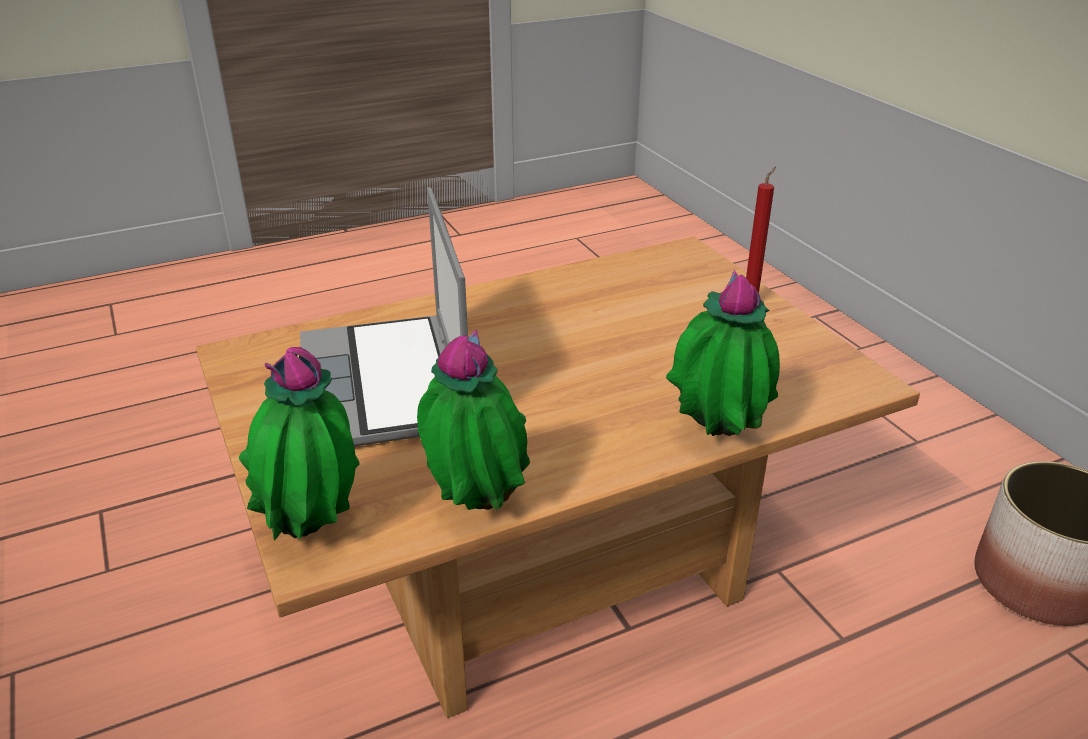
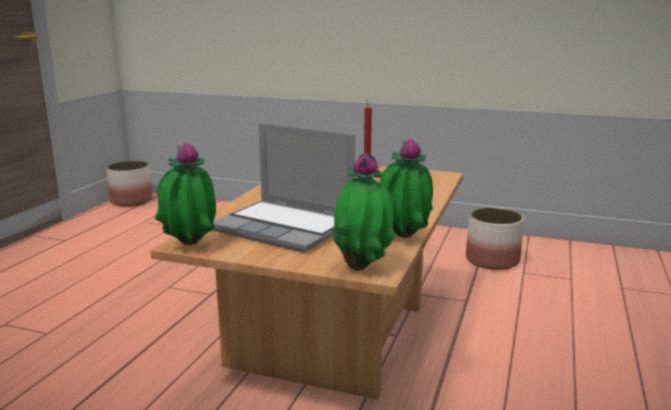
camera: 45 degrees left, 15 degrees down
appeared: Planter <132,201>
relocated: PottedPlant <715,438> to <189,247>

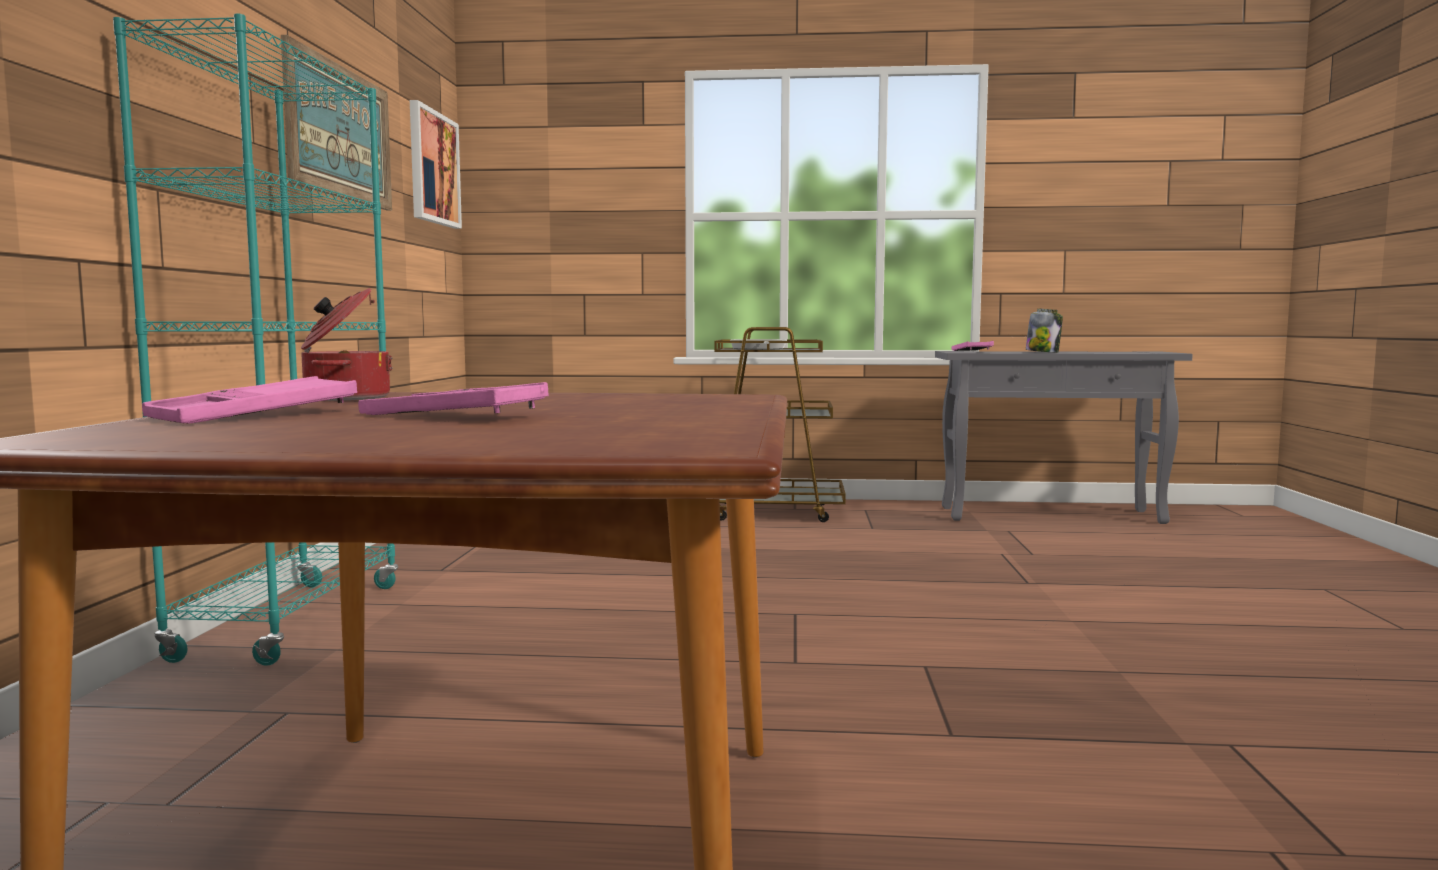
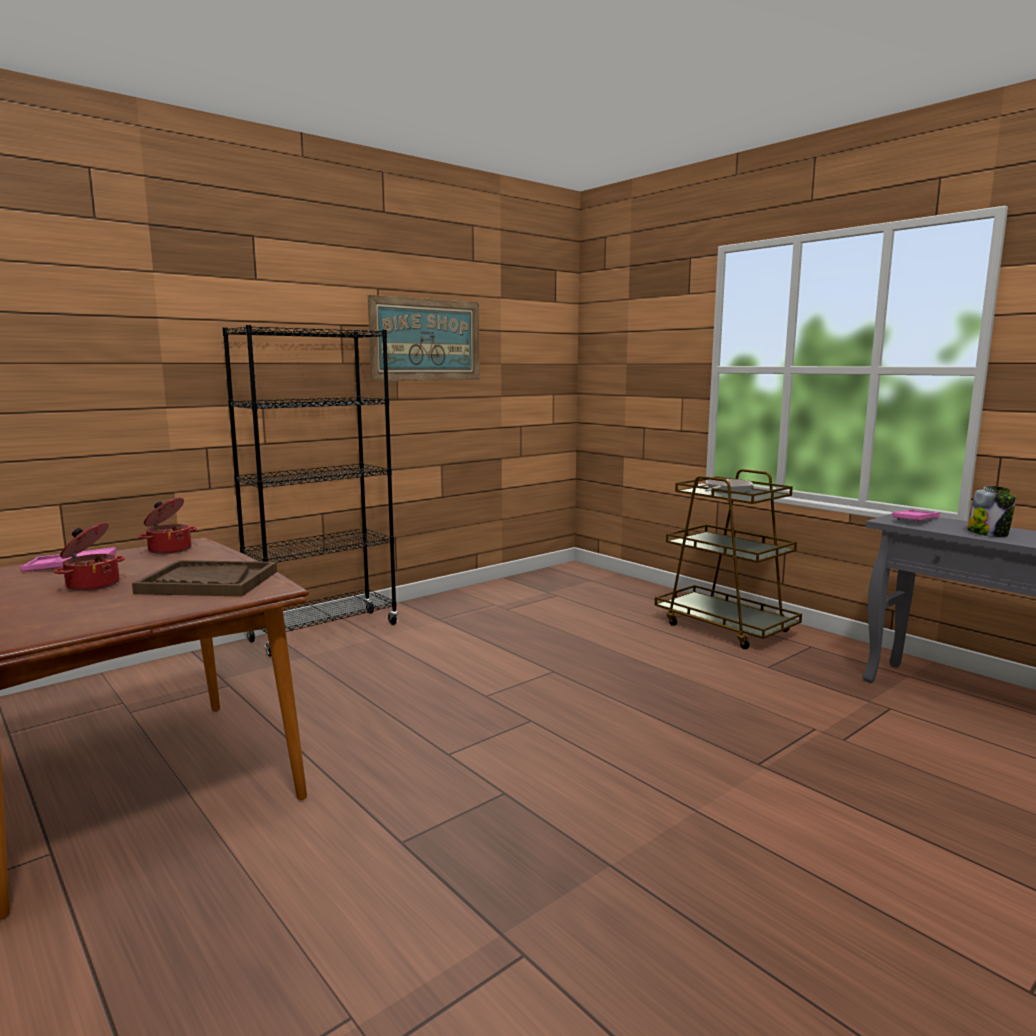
camera: 45 degrees right, 5 degrees up
missing: Picture <433,168>
appeared: BrownTray <208,582>
exchanged: PinkTray <453,415> to CookingPot <92,585>
colour: TurquoiseBookcase <292,620> to BlackBookcase <324,632>

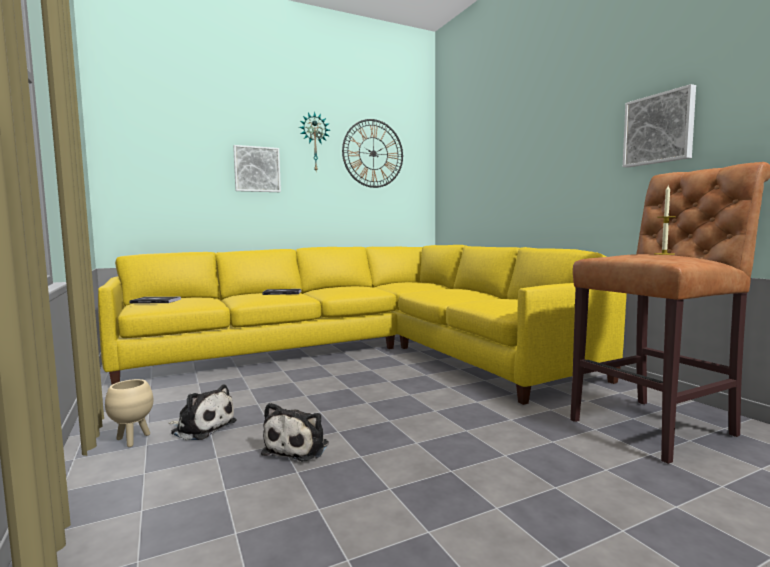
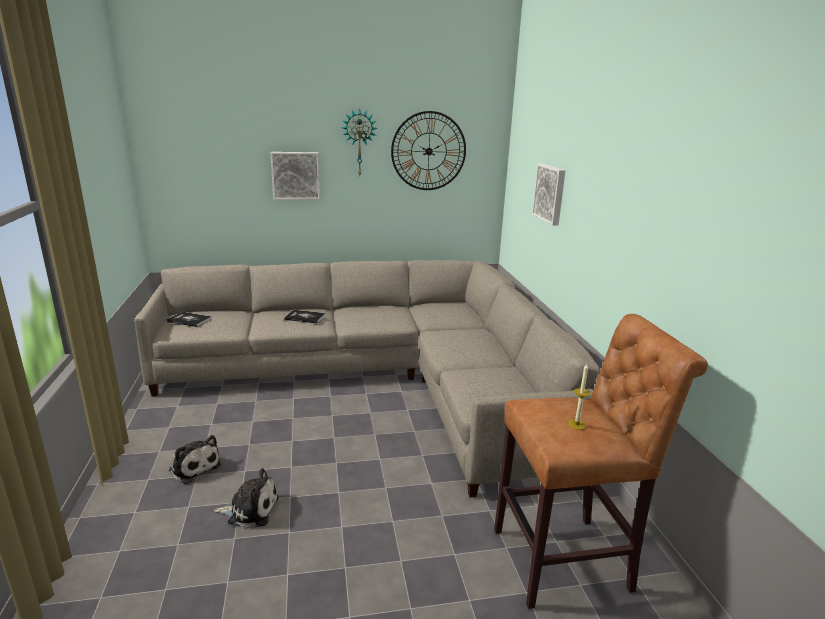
camera: 15 degrees right, 15 degrees up
missing: BeigePlanter <132,440>
relocated: Picture <659,129> to <550,193>
colour: YellowSofa <365,352> to GreySofa <382,381>
spun: PlushToy <299,447> = <250,510> 120 degrees counterclockwise

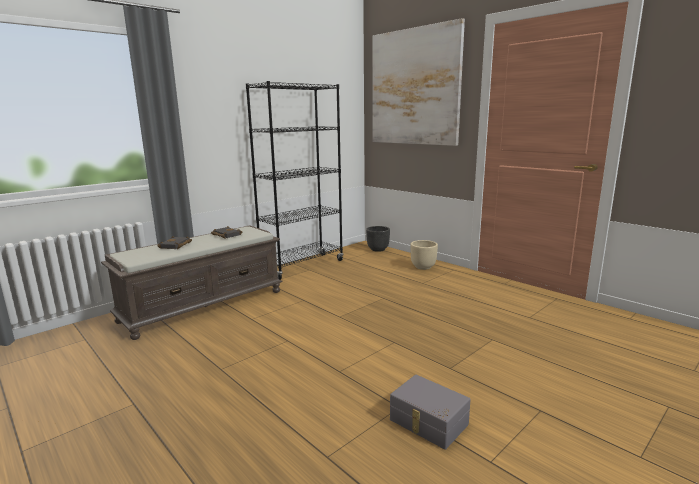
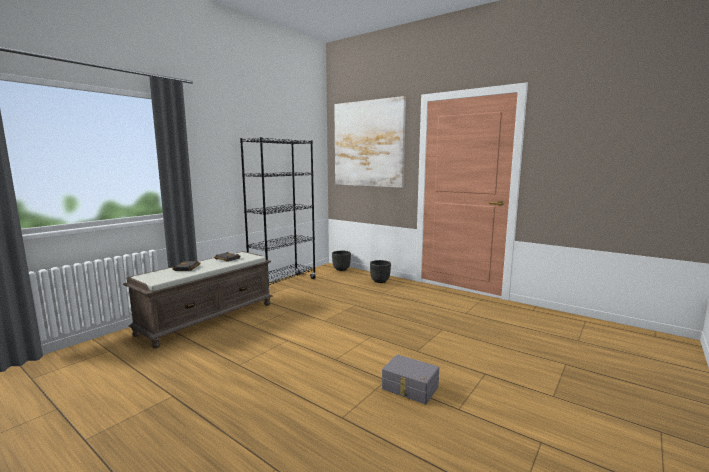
camera: 10 degrees left, 5 degrees down
colour: BeigePlanter <423,267> to BlackPlanter <380,281>

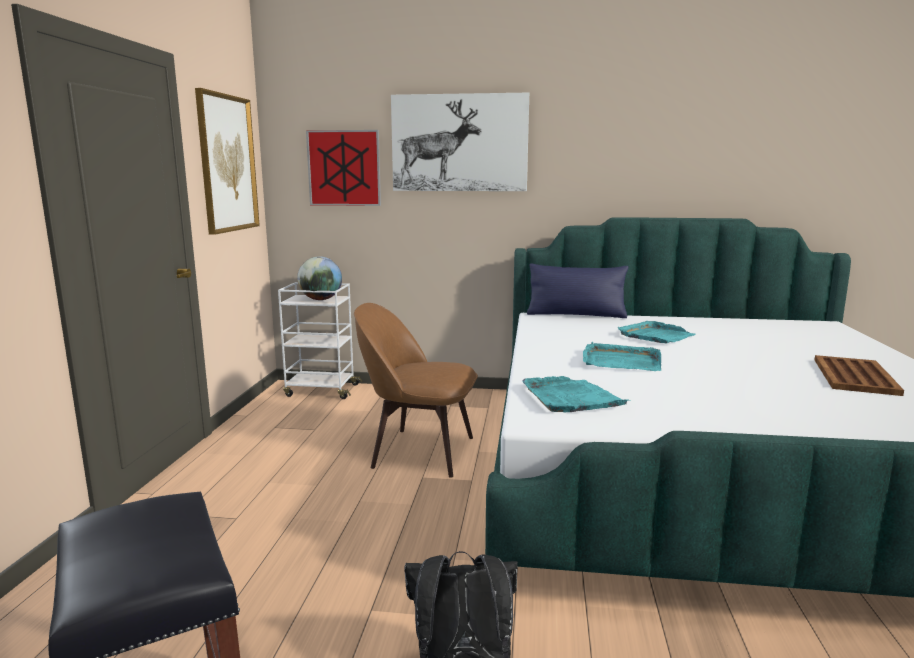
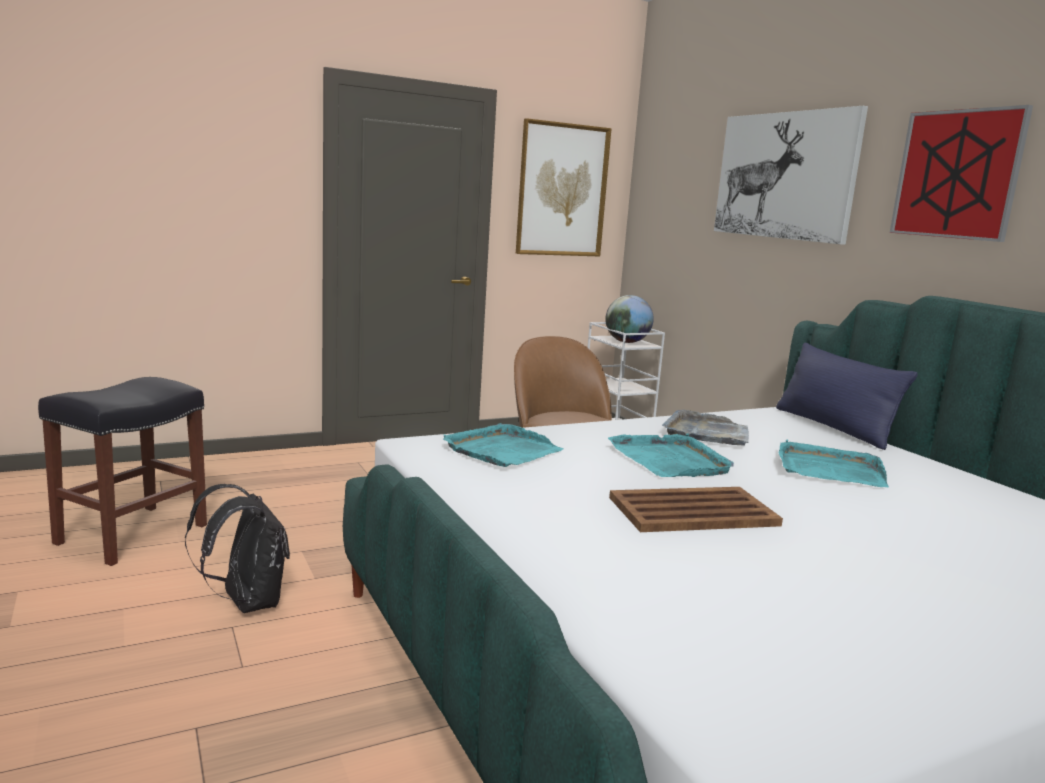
camera: 55 degrees right, 0 degrees up
appeared: GreyTray <707,433>
relocated: Picture <344,168> to <957,174>; BrownTray <854,376> to <691,511>

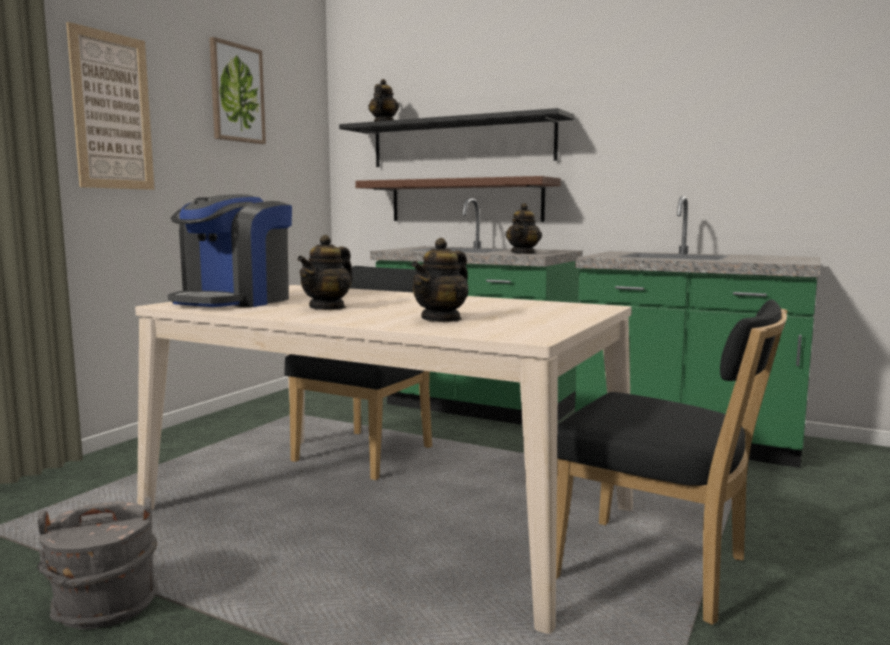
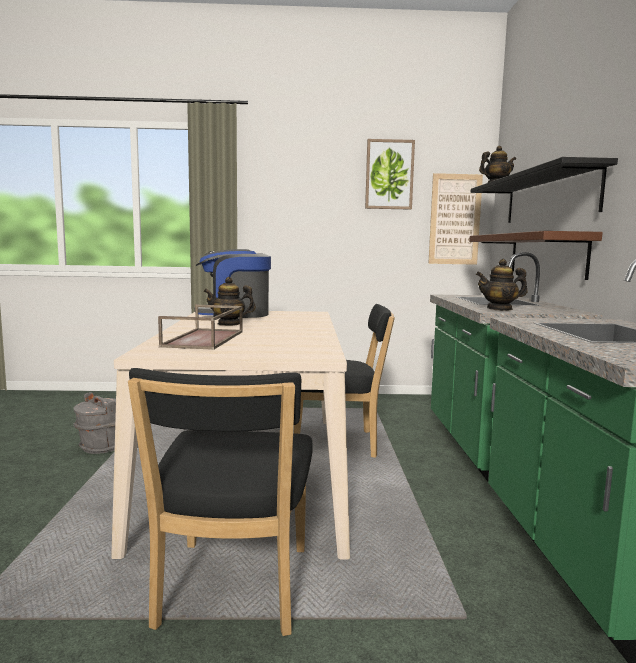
camera: 60 degrees right, 0 degrees up
relocated: Picture <112,111> to <455,219>
exchanged: Teapot <441,319> to BrownTray <205,339>

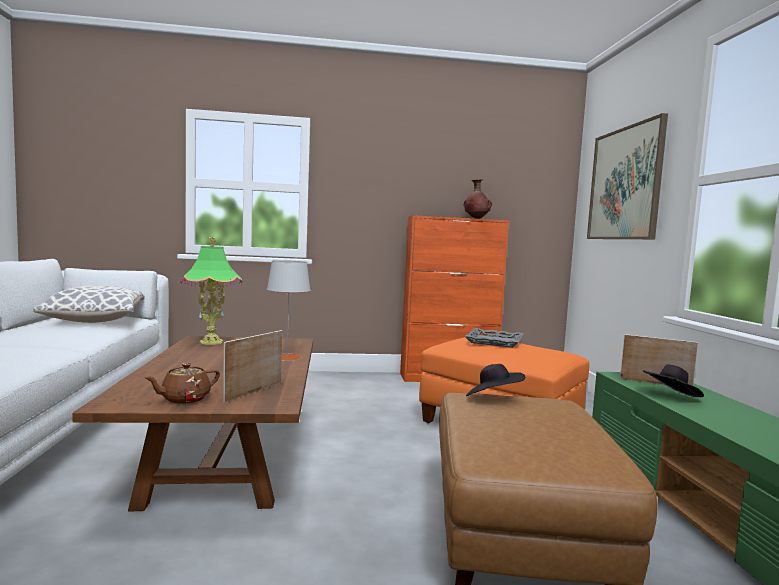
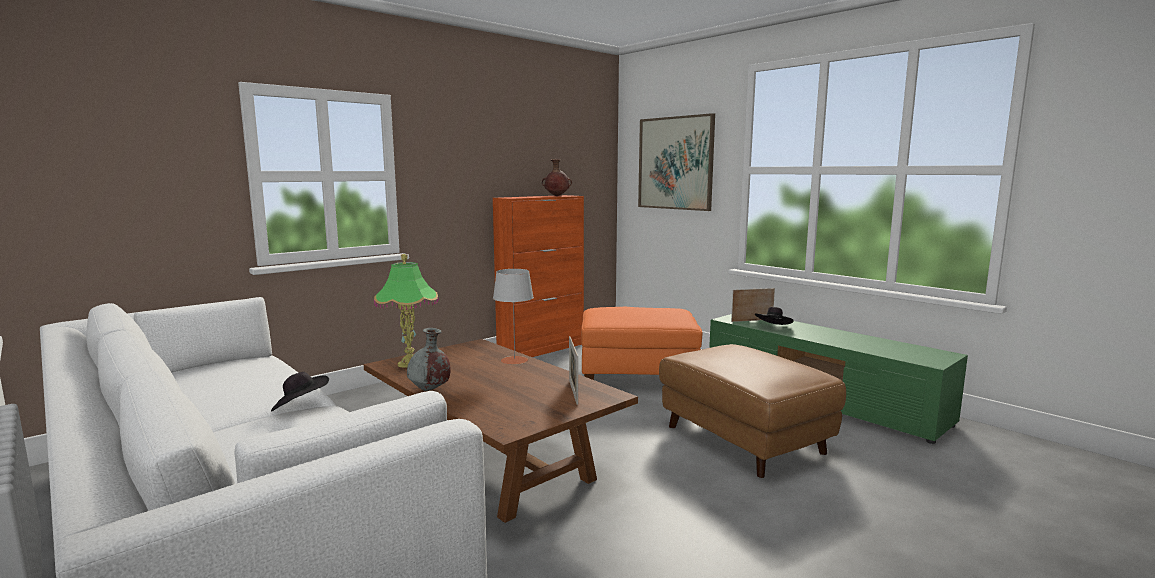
camera: 35 degrees left, 5 degrees up
missing: Pillow <95,321>; BrownTeapot <184,399>; GreyTray <494,341>
appeared: GreyVase <430,390>
relocated: BlackHat <493,398> to <300,406>

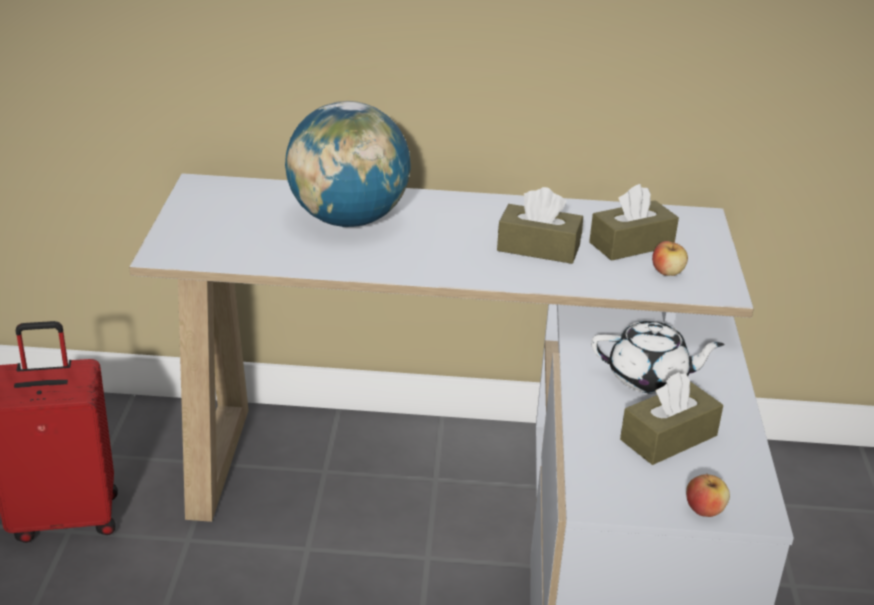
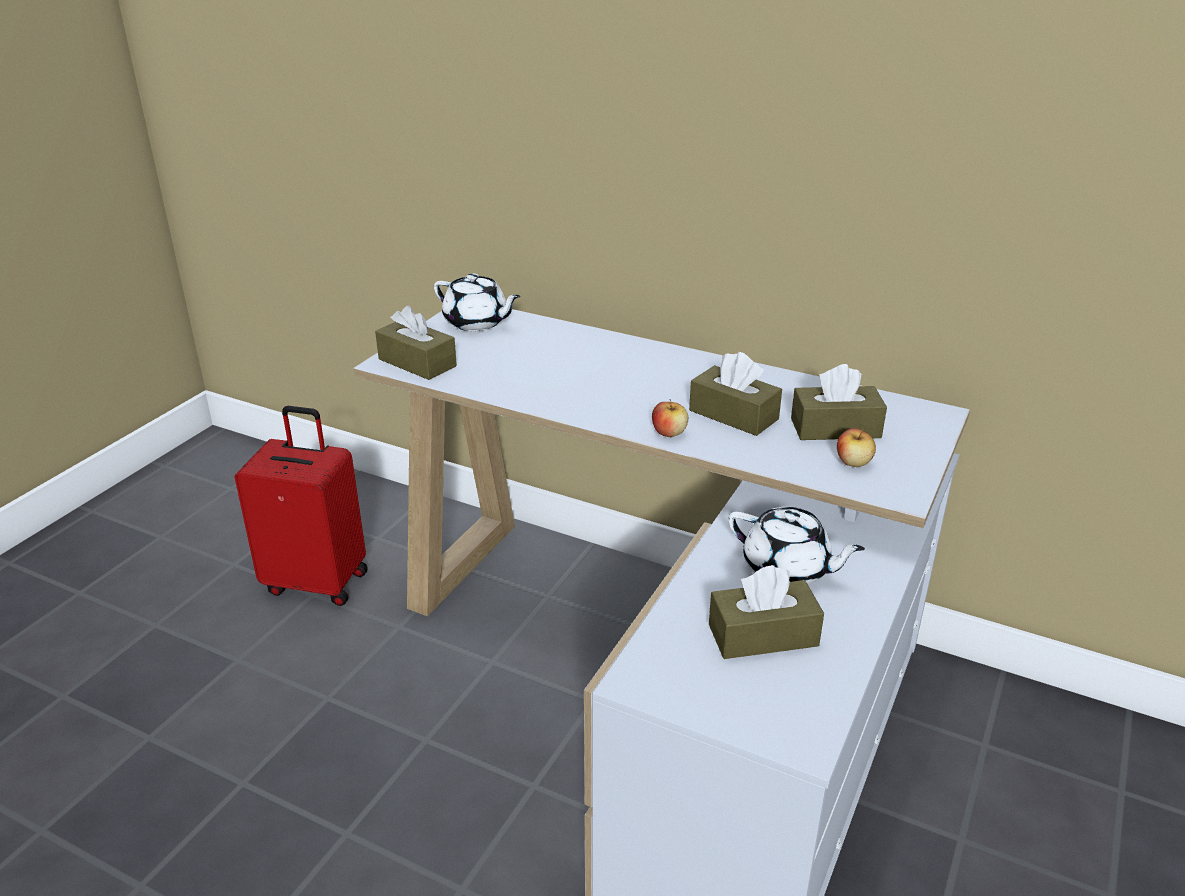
camera: 25 degrees right, 0 degrees up
missing: Globe <348,220>
appeared: BrownTissueBox <417,362>; WhiteTeapot <477,322>
relocated: Apple <704,510> to <669,433>

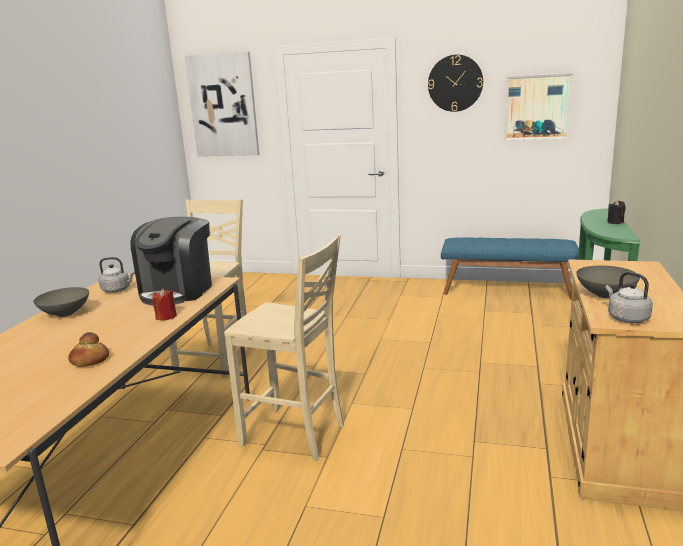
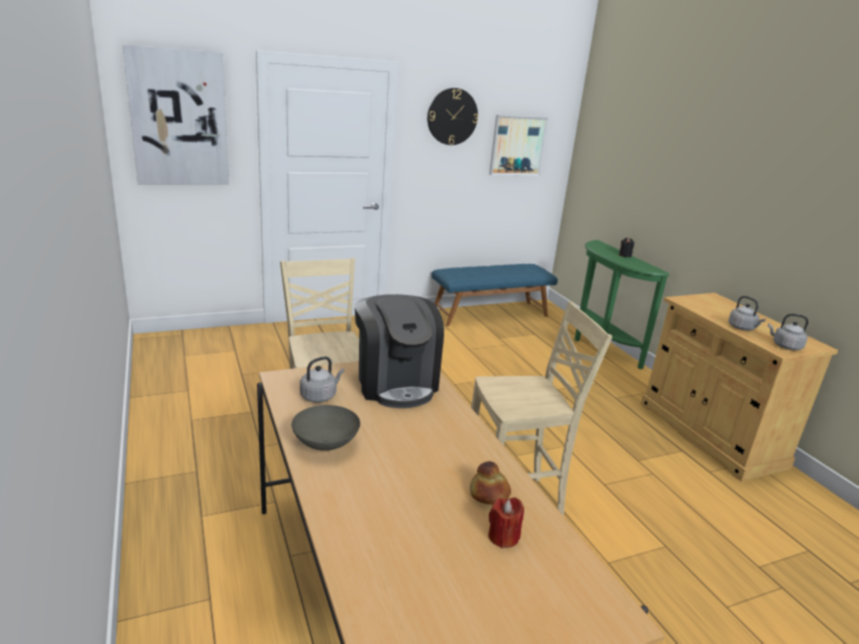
camera: 40 degrees left, 5 degrees up
relocated: RedCandle <166,317> to <503,537>
exchanged: GreyBowl <606,295> to GreyKettle <742,328>

